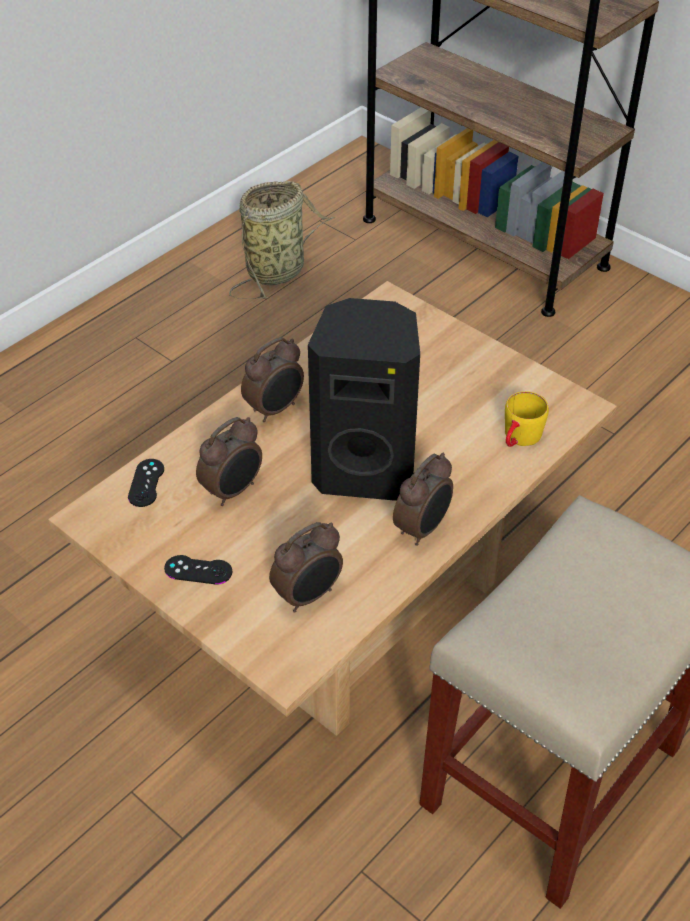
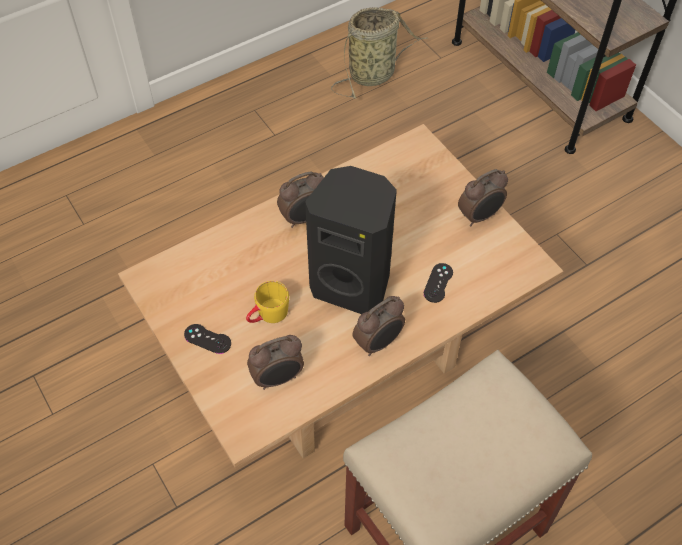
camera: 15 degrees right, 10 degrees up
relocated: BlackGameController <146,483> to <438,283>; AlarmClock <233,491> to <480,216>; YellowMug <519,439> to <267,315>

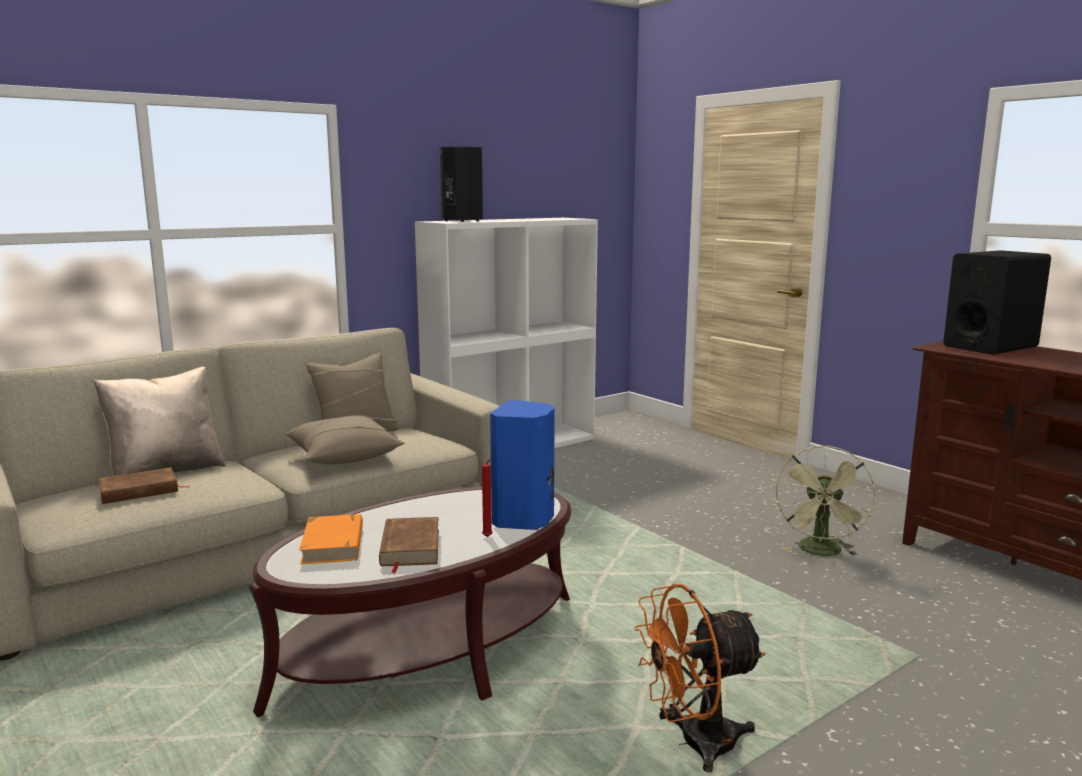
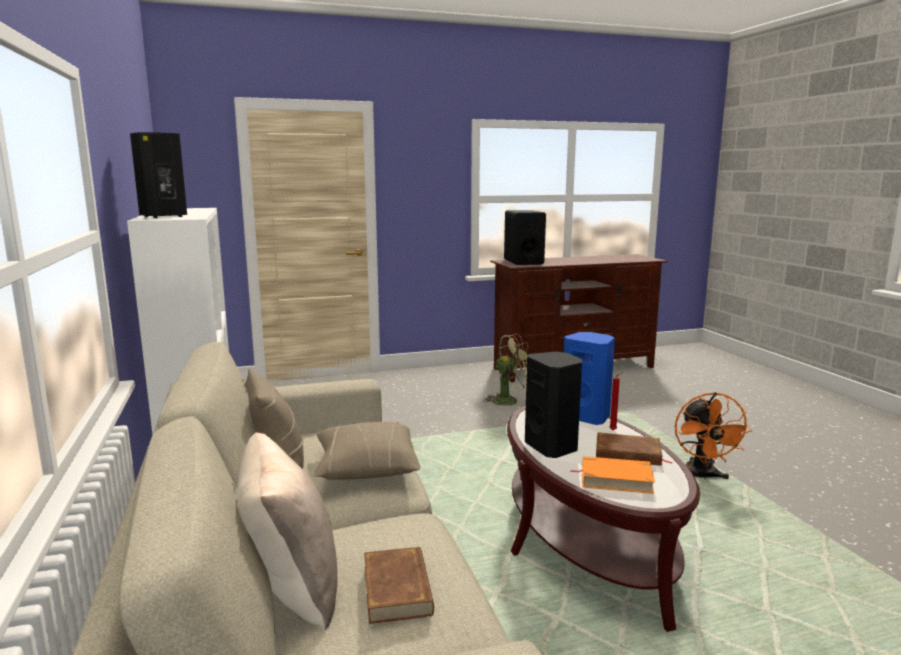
camera: 70 degrees left, 0 degrees up
appeared: BlackSpeaker <553,447>
spun: GreenFan <821,552> = <509,400> 60 degrees counterclockwise

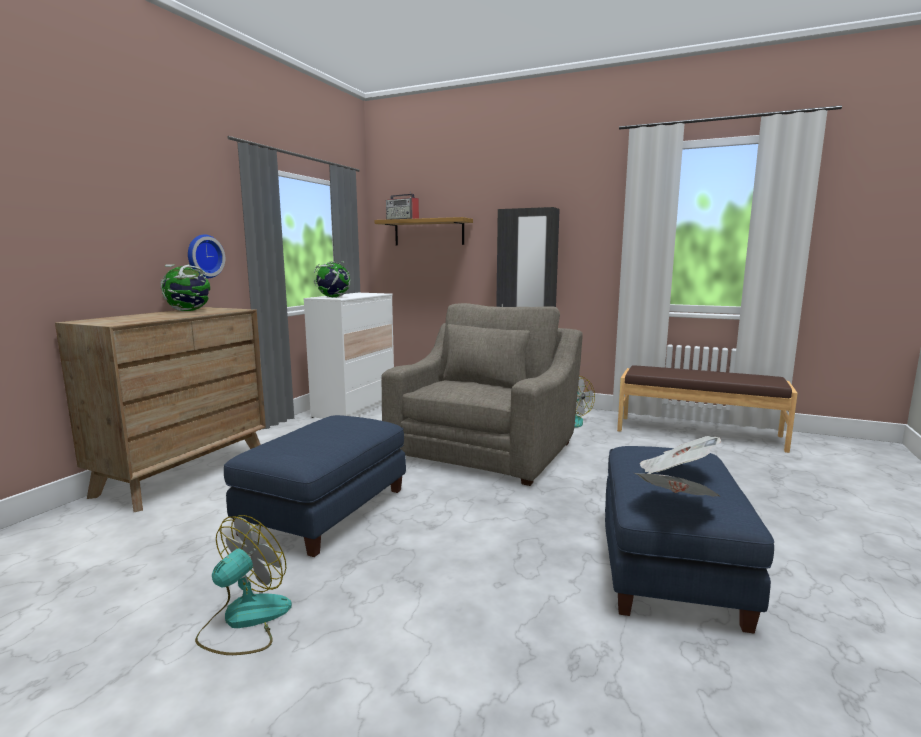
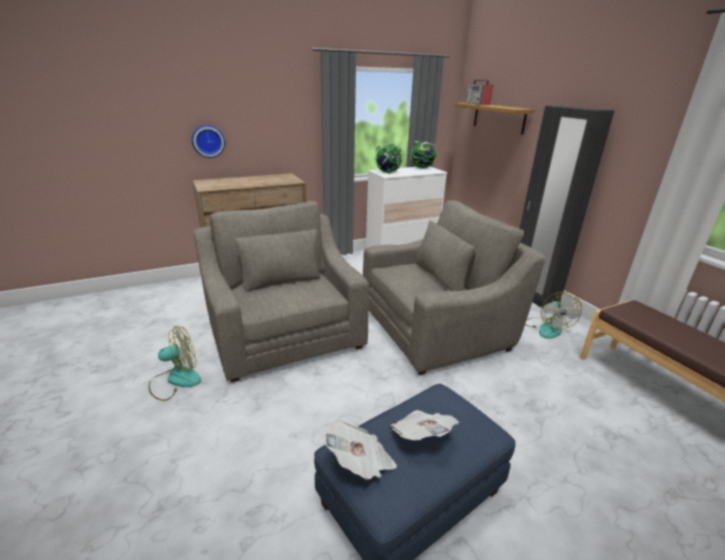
camera: 40 degrees right, 15 degrees up
relocated: Globe <189,311> to <422,168>; WallClock <203,256> to <208,141>
exchanged: BlueOttoman <326,510> to GreyArmchair <284,332>

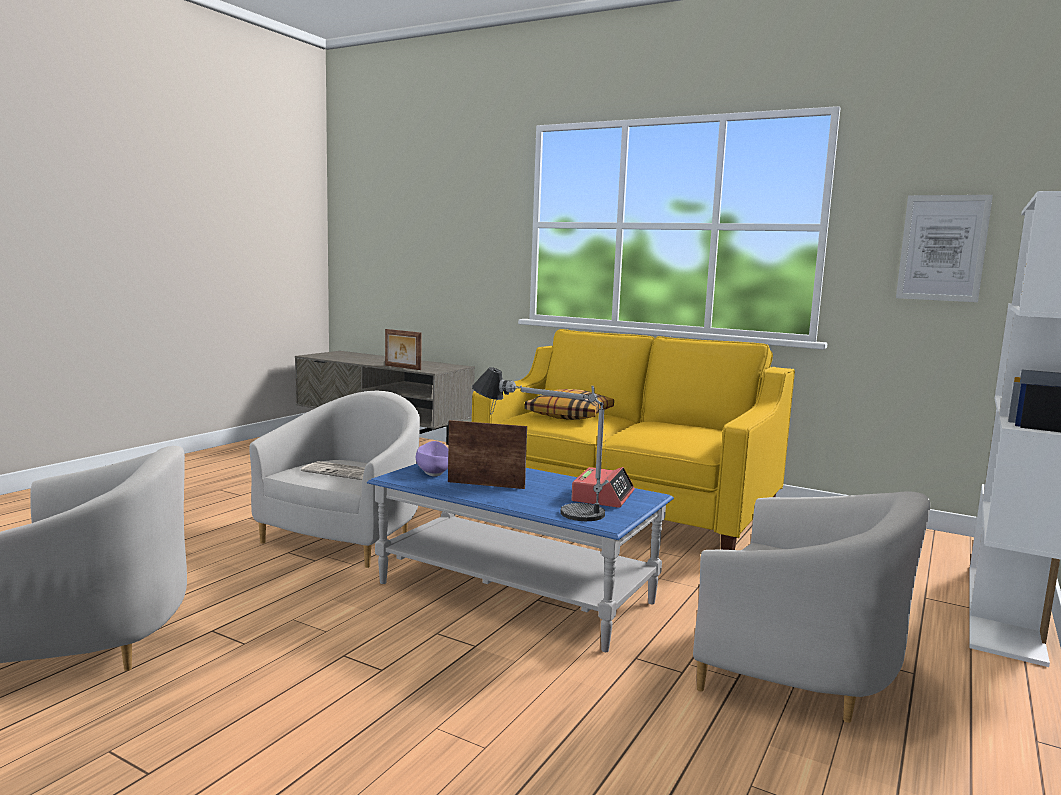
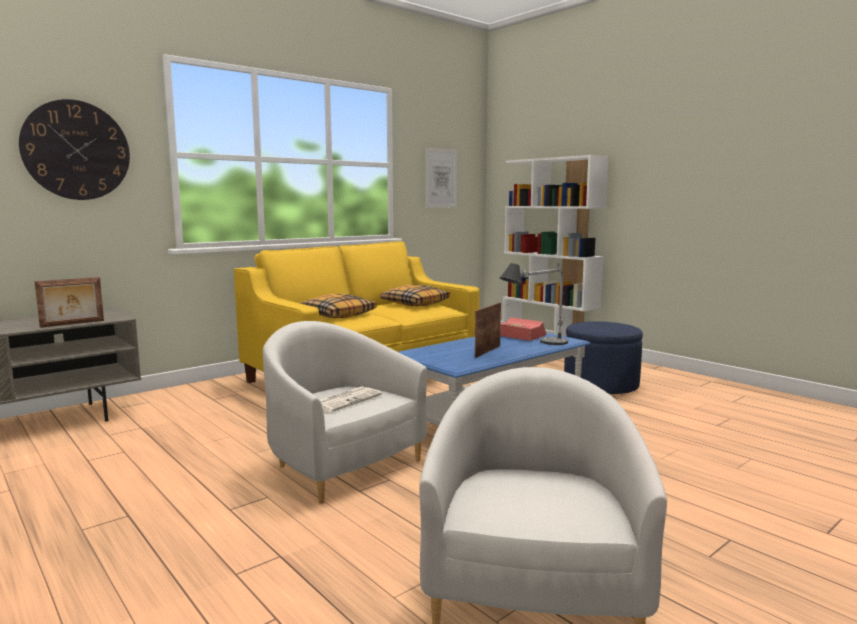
camera: 70 degrees left, 0 degrees up
missing: PurpleBowl <433,470>
appeared: WallClock <76,150>; Pillow <415,303>
exchanged: WhiteArmchair <797,671> to BlueOttoman <601,385>

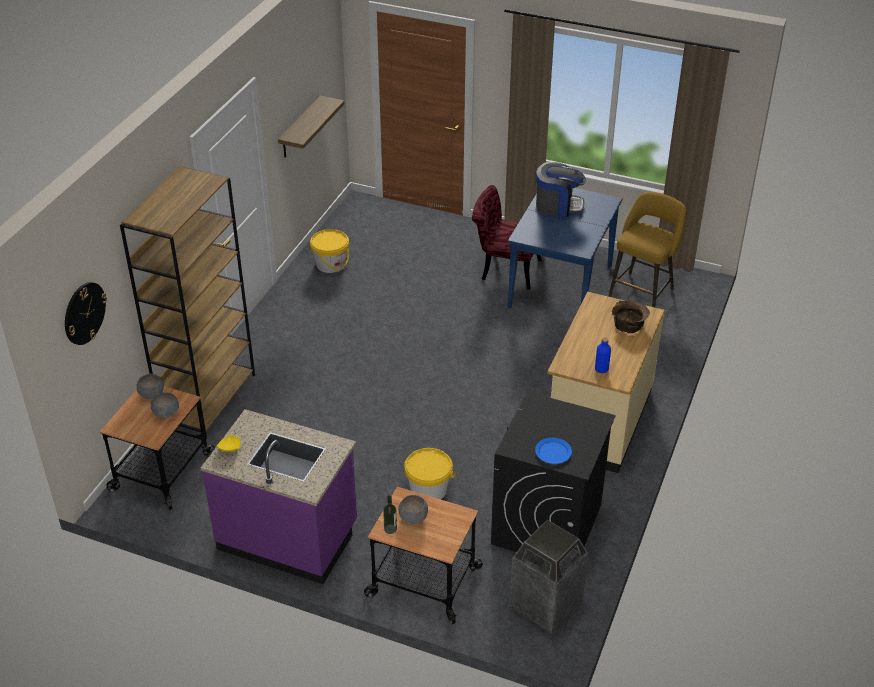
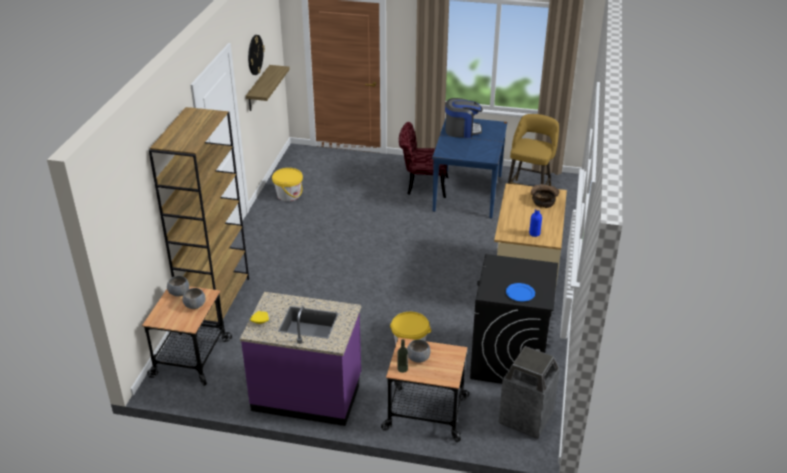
camera: 10 degrees left, 5 degrees down
relocated: WallClock <84,313> to <255,55>

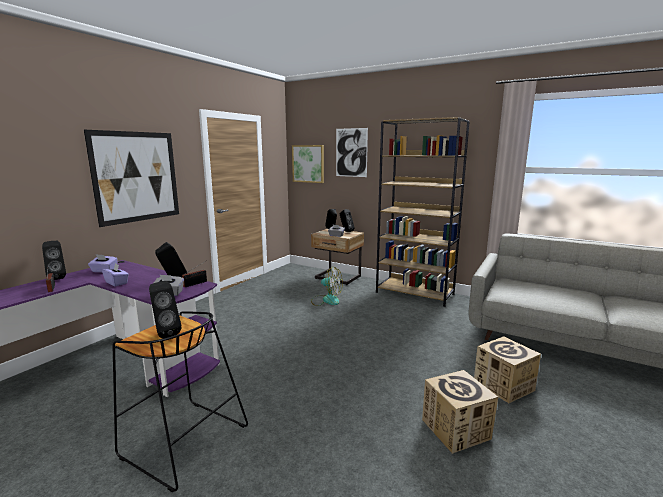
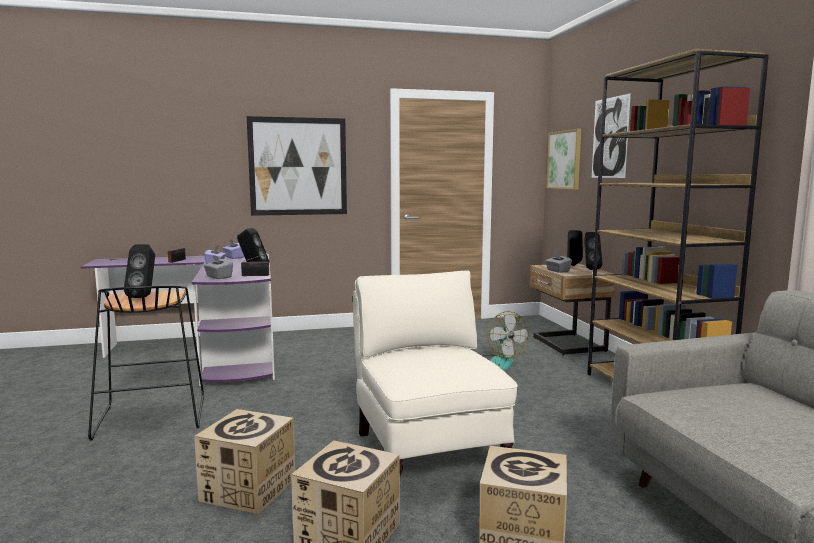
camera: 45 degrees right, 5 degrees down
missing: BlackSpeaker <57,278>
appeared: CardboardBox <248,489>; BeigeArmchair <428,452>

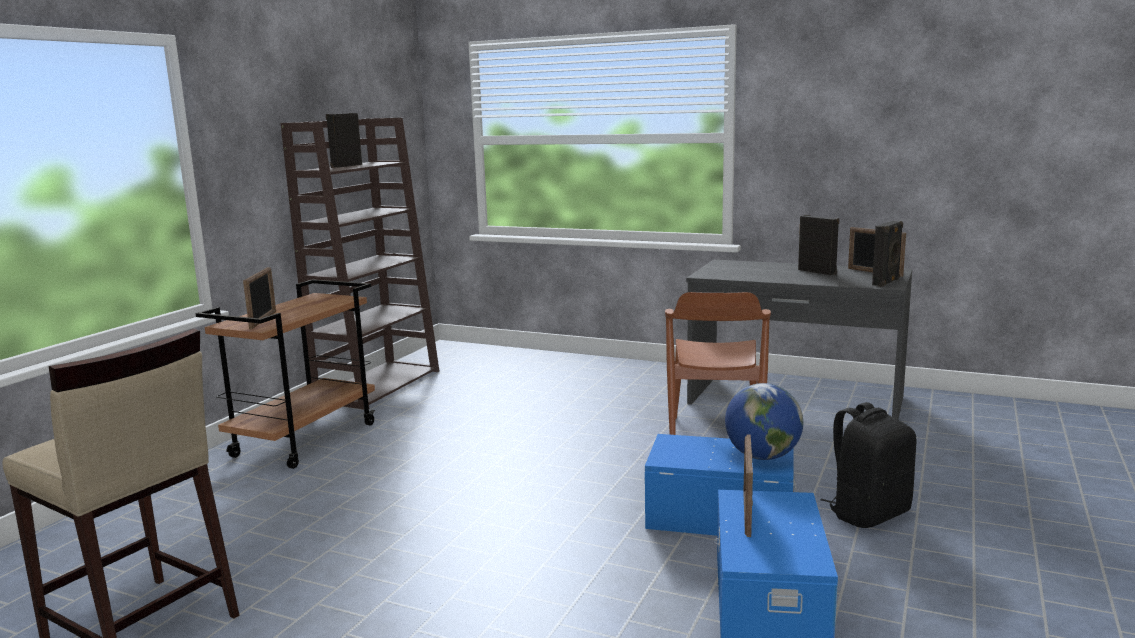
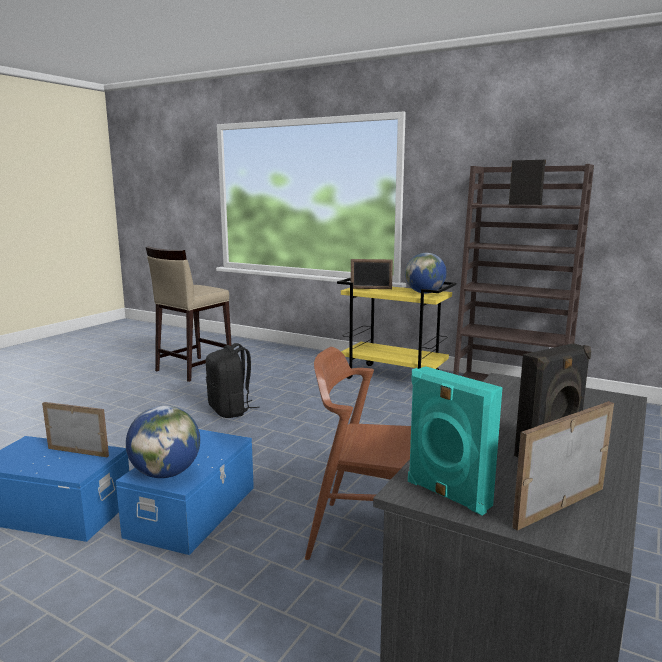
camera: 95 degrees right, 0 degrees up
appeared: Globe <424,293>
relocated: BlackBackpack <868,514> to <230,410>
colour: BrownCart <305,439> to YellowCart <394,377>; BlackSpeaker <886,282> to TurquoiseSpeaker <446,495>

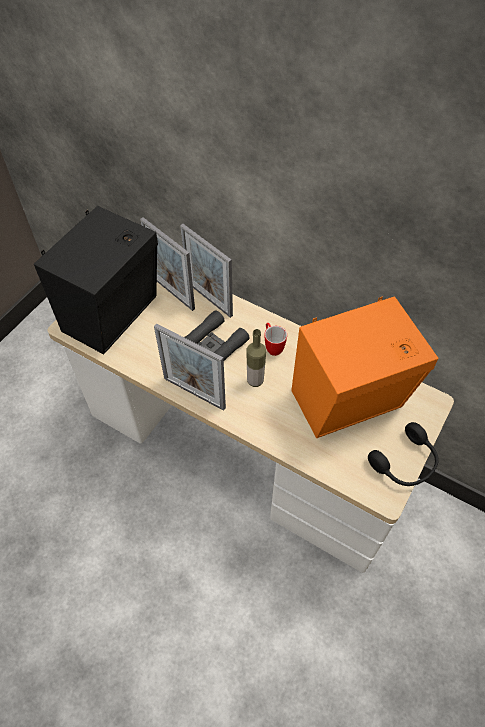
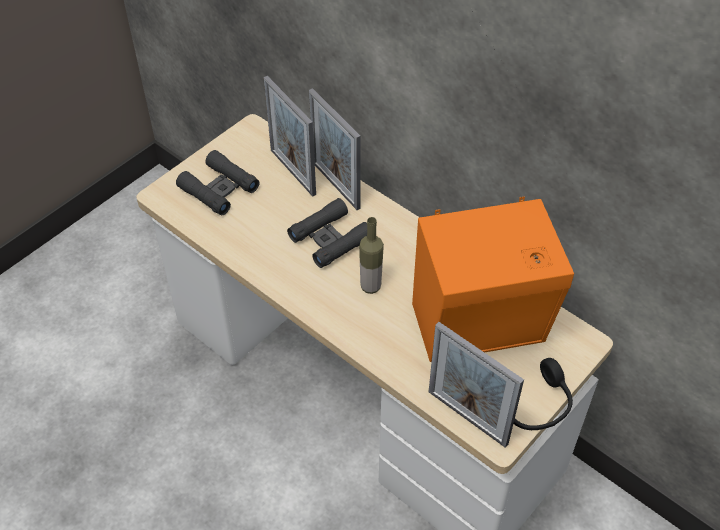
camera: 10 degrees right, 5 degrees down
missing: Mug <272,346>
relocated: PictureFrame <194,393> to <467,417>
exchanged: BlackSpeaker <115,314> to BlackBinoculars <219,189>

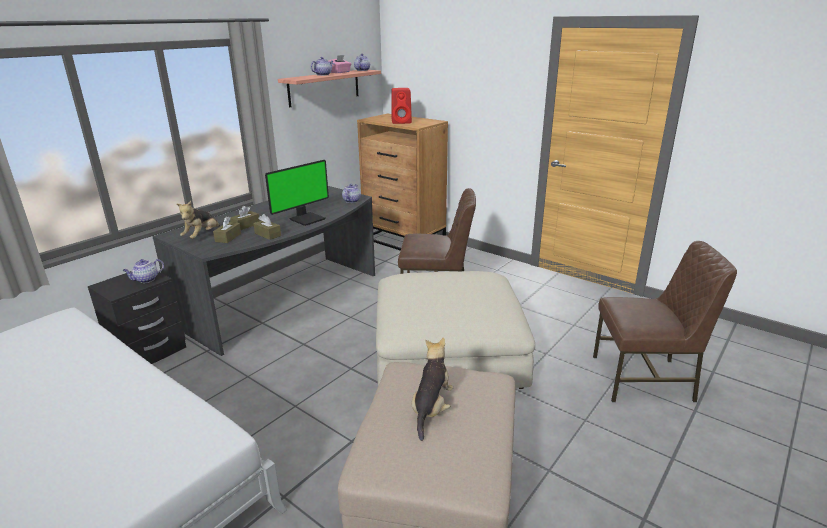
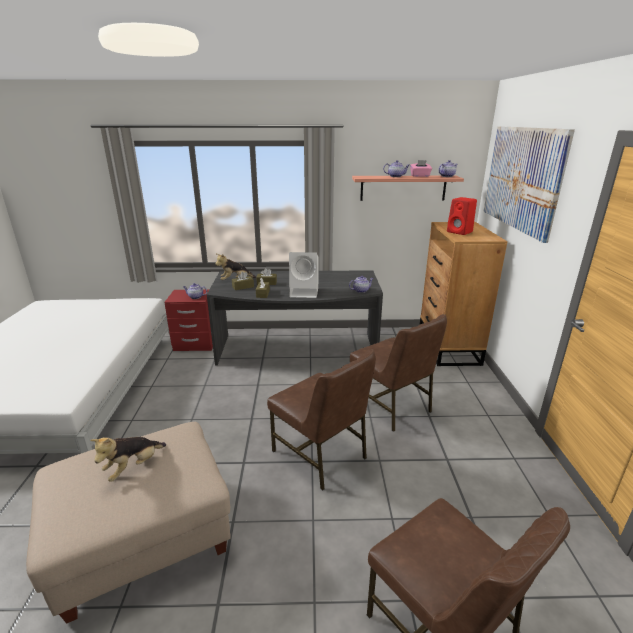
camera: 50 degrees right, 0 degrees up
appeared: Picture <522,178>
exchanged: Monitor <307,219> to WhiteSpeaker <305,292>; BeigeOttoman <448,353> to BrownChair <321,454>
colour: BlackNightstand <148,352> to RedNightstand <195,343>
spun: PlushToy <431,409> = <133,467> 150 degrees clockwise

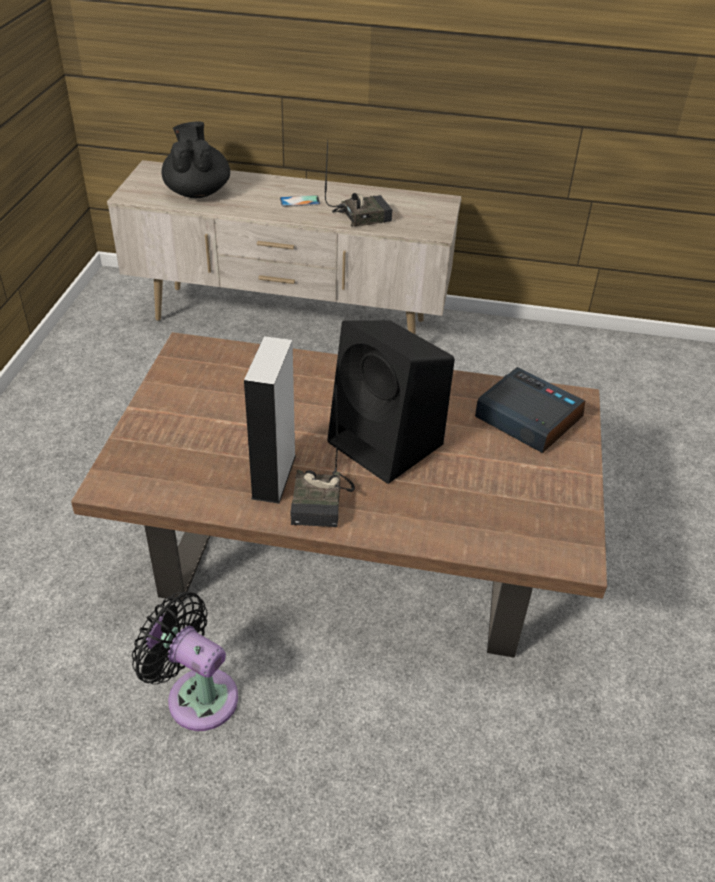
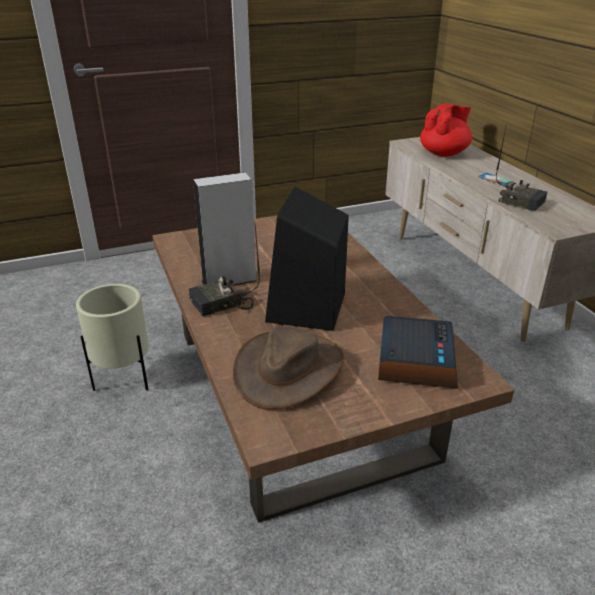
camera: 60 degrees right, 10 degrees down
appeared: BrownHat <288,369>
exchanged: BlackFan <196,695> to BeigePlanter <123,380>
colour: BlackTeapot <197,192> to RedTeapot <444,153>

